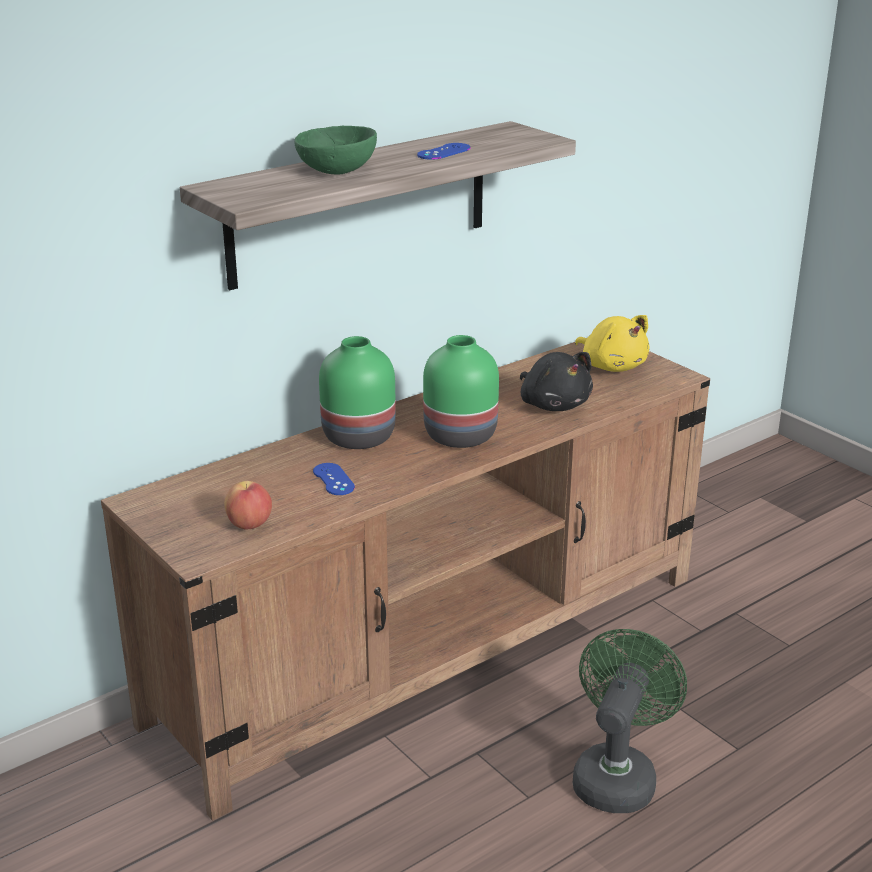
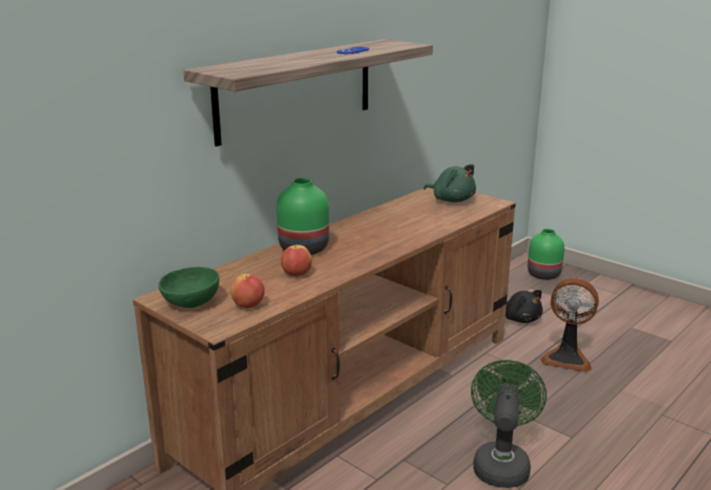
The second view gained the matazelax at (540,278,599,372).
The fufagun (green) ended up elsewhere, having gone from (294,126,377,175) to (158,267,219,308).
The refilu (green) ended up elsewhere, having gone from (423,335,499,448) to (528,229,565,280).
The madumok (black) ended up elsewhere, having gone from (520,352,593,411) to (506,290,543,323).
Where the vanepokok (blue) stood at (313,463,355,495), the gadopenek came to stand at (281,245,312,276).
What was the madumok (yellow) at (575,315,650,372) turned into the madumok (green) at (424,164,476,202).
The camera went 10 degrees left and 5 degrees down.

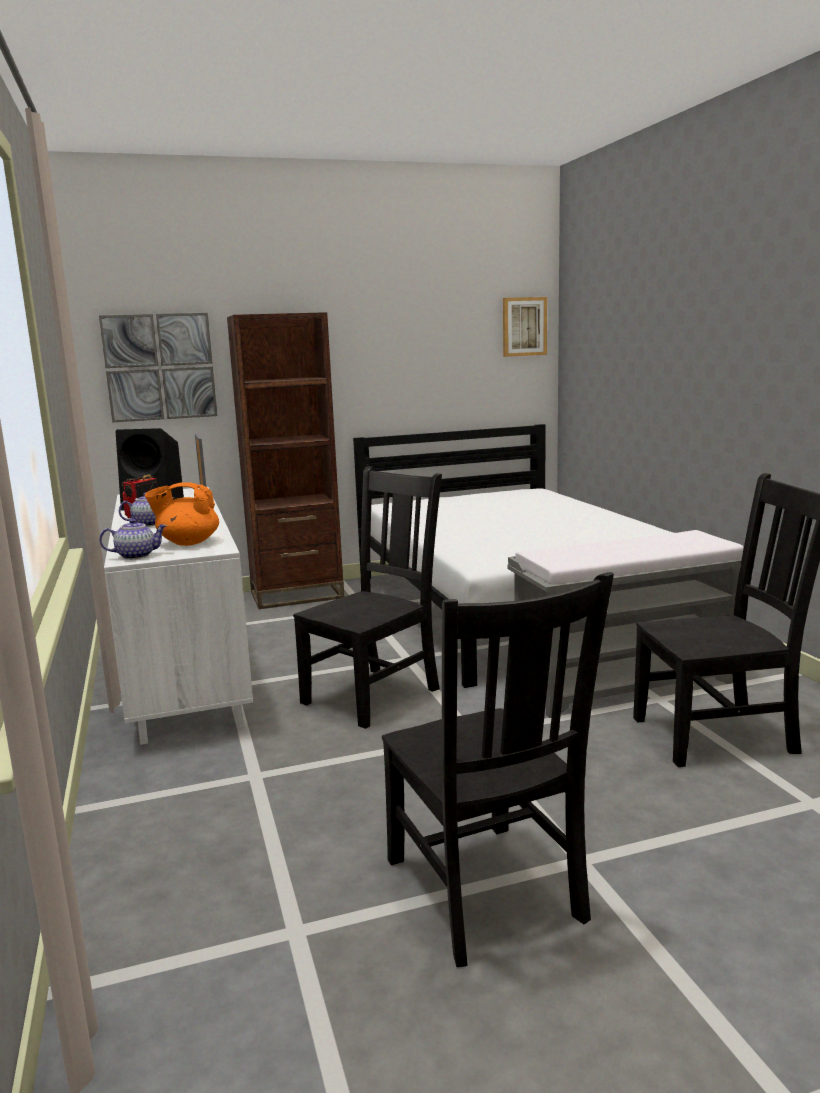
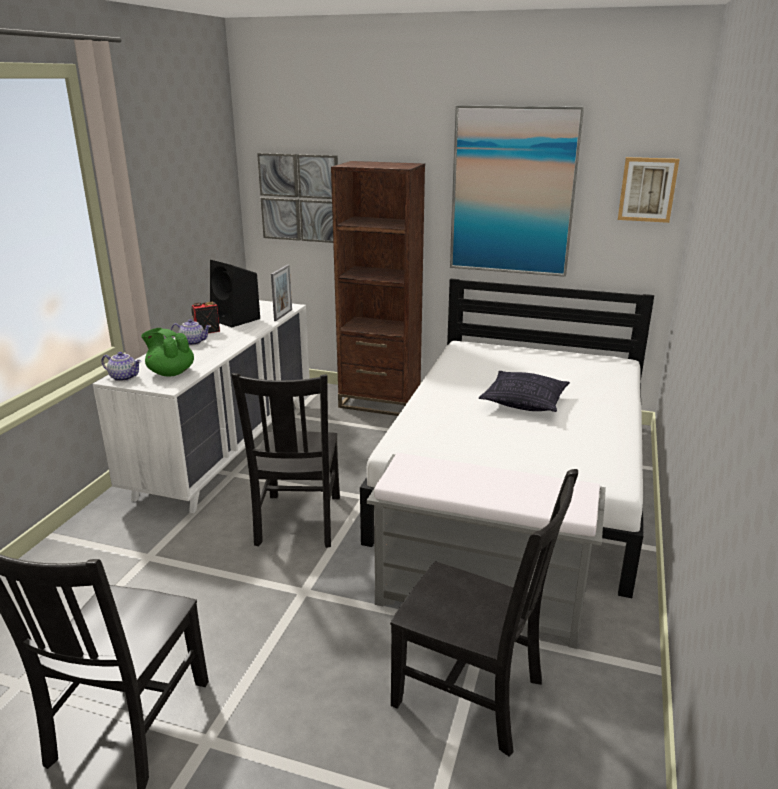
The second view gained the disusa at (450,105,584,277).
The second view gained the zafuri at (479,371,570,412).
What was the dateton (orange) at (145,482,219,546) turned into the dateton (green) at (141,328,194,376).
The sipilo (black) at (293,466,442,729) ended up facing another way, 105 degrees clockwise from before.
The camera went 35 degrees right and 10 degrees up.

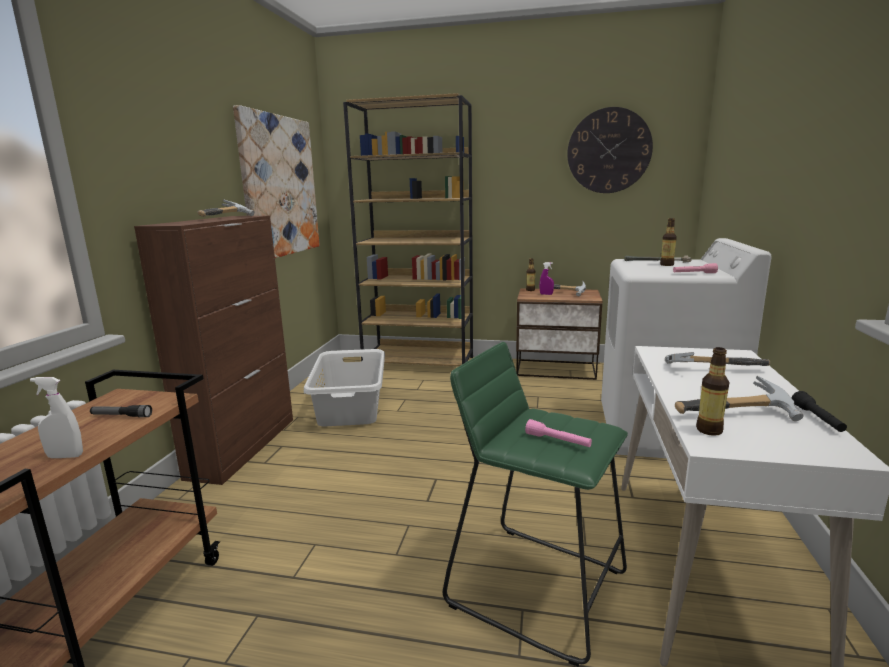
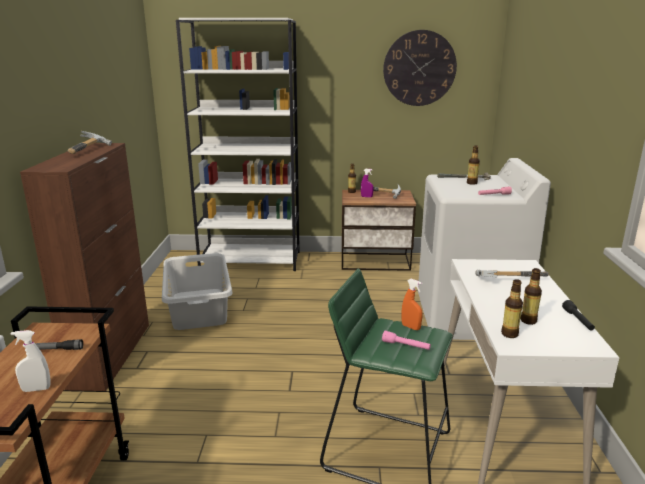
The second view lost the disusa at (233,105,320,258).
The second view gained the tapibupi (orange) at (401,279,423,330).
Where the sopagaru stood at (675,376,803,421), the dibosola came to stand at (520,268,542,325).
What was the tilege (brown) at (343,93,473,367) turned into the tilege (white) at (176,18,300,271).
The camera went 10 degrees left and 5 degrees up.

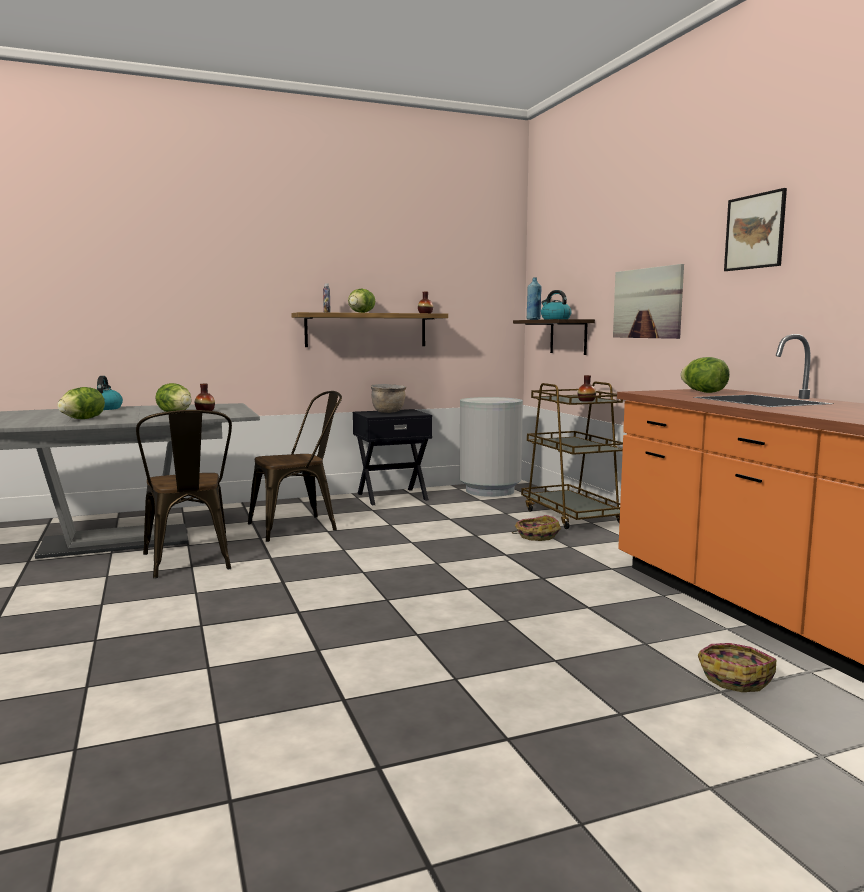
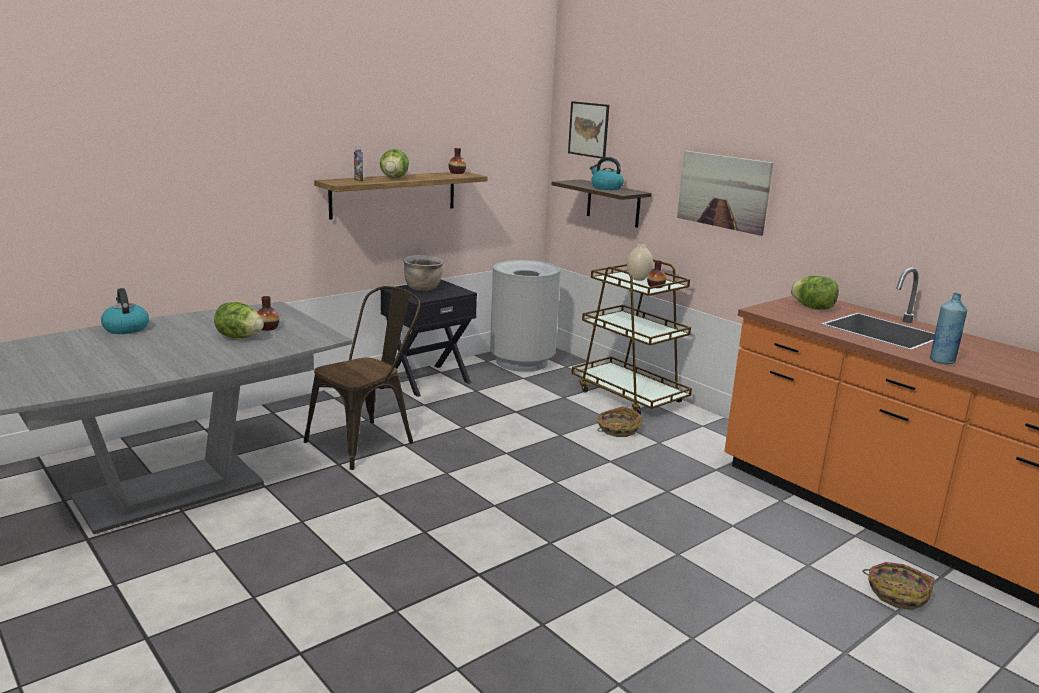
The second view lost the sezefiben at (57,387,105,419).
The second view lost the sipilo (brown) at (136,410,232,579).
The second view gained the refilu (beige) at (627,244,653,281).
The dibosola (blue) ended up elsewhere, having gone from (527,277,542,320) to (930,293,967,364).
The disusa ended up elsewhere, having gone from (724,188,787,271) to (568,101,609,159).
The camera went 20 degrees left and 10 degrees up.

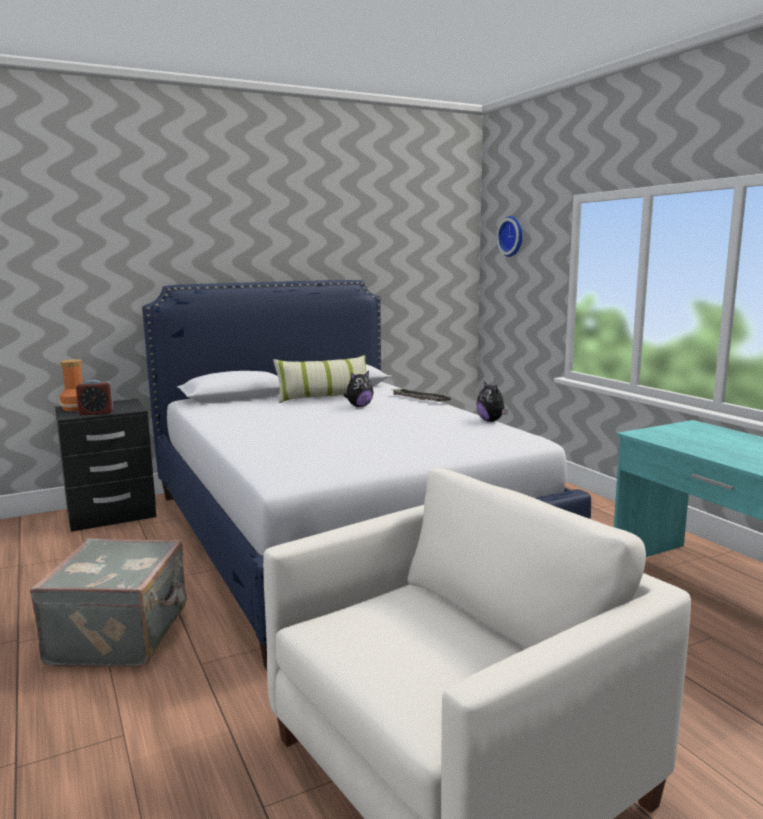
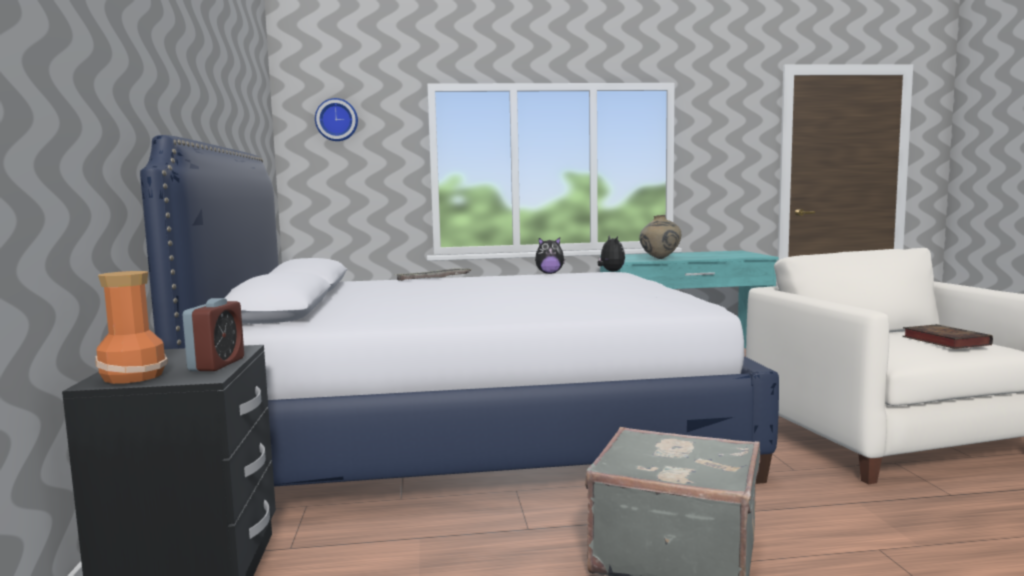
The second view lost the zafuri at (273,355,366,403).
The second view gained the refilu (beige) at (639,215,681,259).
The second view gained the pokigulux at (902,324,993,349).
The madumok ended up elsewhere, having gone from (344,371,374,407) to (597,236,625,272).
The camera went 70 degrees left and 5 degrees down.

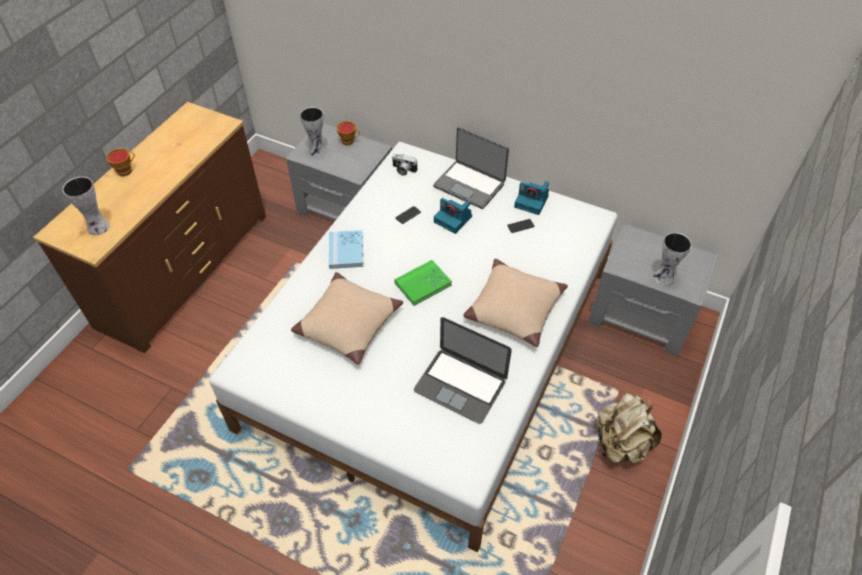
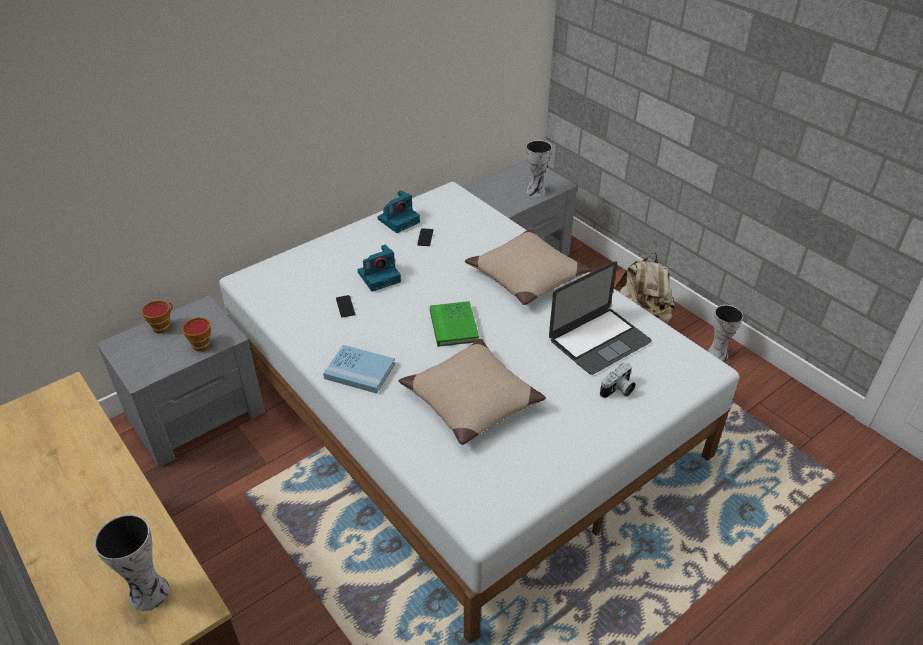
The second view lost the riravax at (433,127,509,209).
The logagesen ended up elsewhere, having gone from (106,148,135,176) to (182,317,211,351).
The refilu ended up elsewhere, having gone from (300,107,326,157) to (707,305,743,362).
The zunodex ended up elsewhere, having gone from (392,153,418,176) to (600,363,636,398).
The camera went 65 degrees left and 10 degrees down.

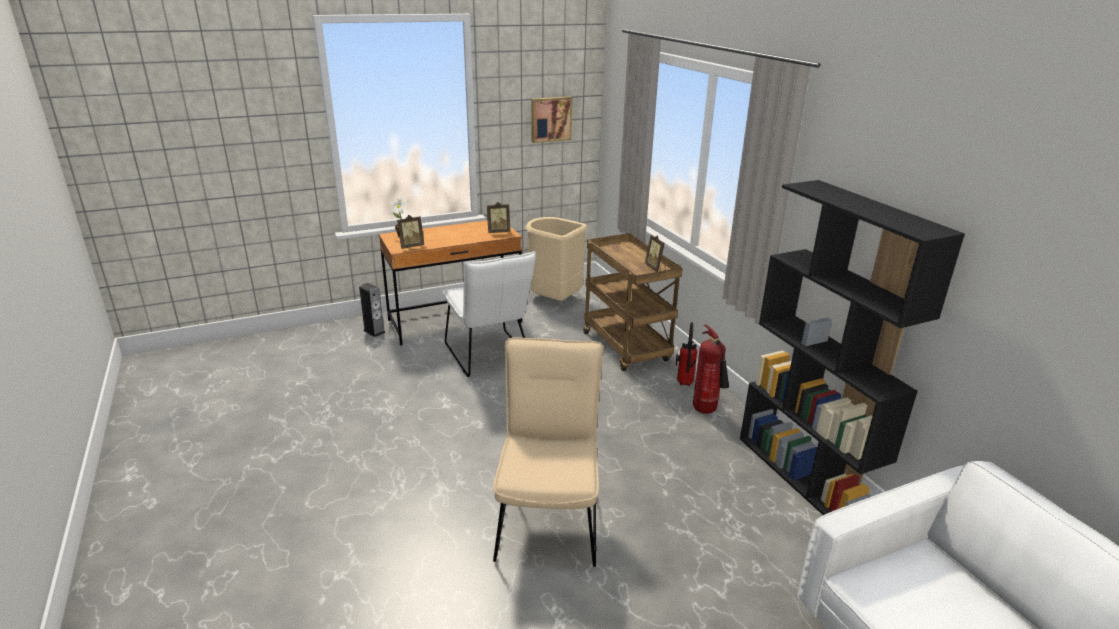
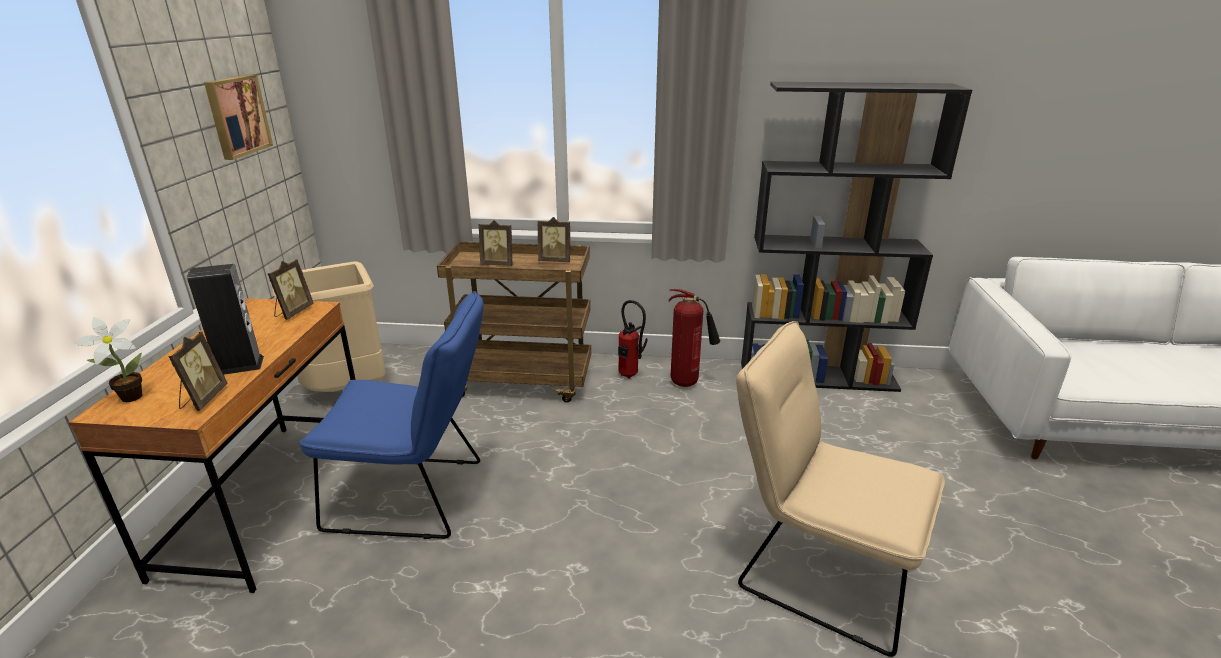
The second view gained the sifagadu at (479,220,512,266).
The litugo ended up elsewhere, having gone from (359,283,386,337) to (187,264,264,375).
What was the sipilo (white) at (443,251,536,377) turned into the sipilo (blue) at (299,291,484,539).
The camera went 60 degrees left and 0 degrees up.

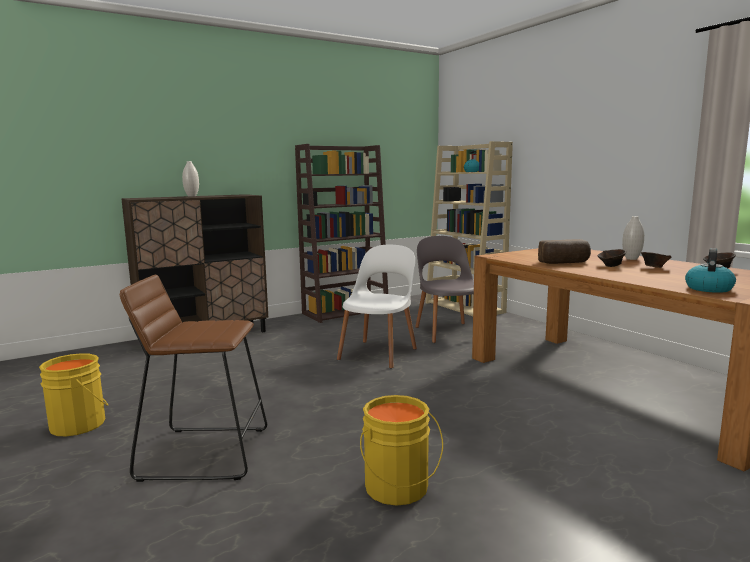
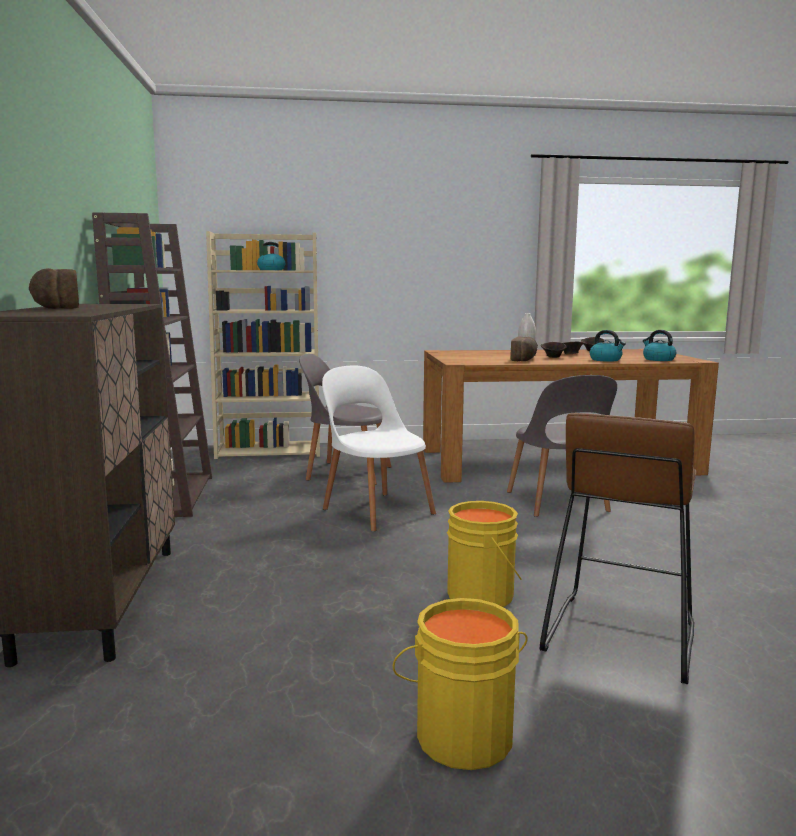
The second view gained the sipilo (grey) at (507,375,617,517).
The second view gained the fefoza at (590,330,626,362).
The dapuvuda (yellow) ended up elsewhere, having gone from (360,395,443,506) to (447,501,522,607).
Where the refilu (white) stood at (182,161,199,197), the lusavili came to stand at (29,268,79,309).
The camera went 65 degrees left and 0 degrees up.

